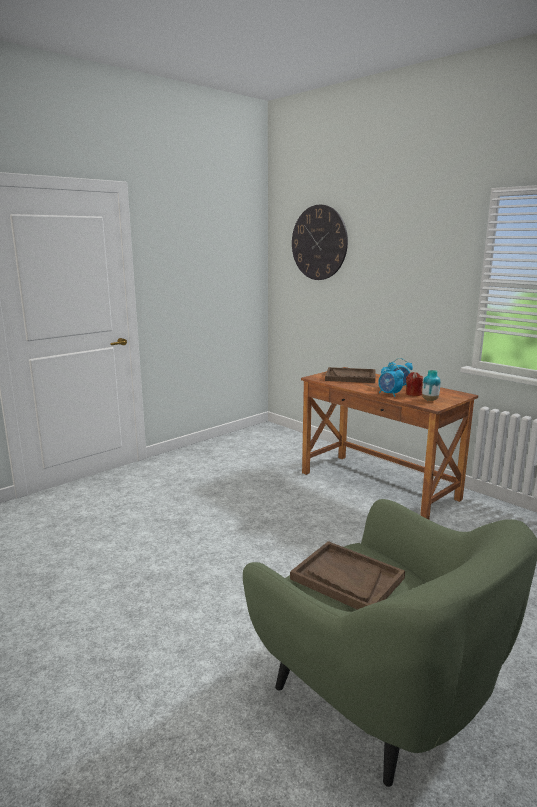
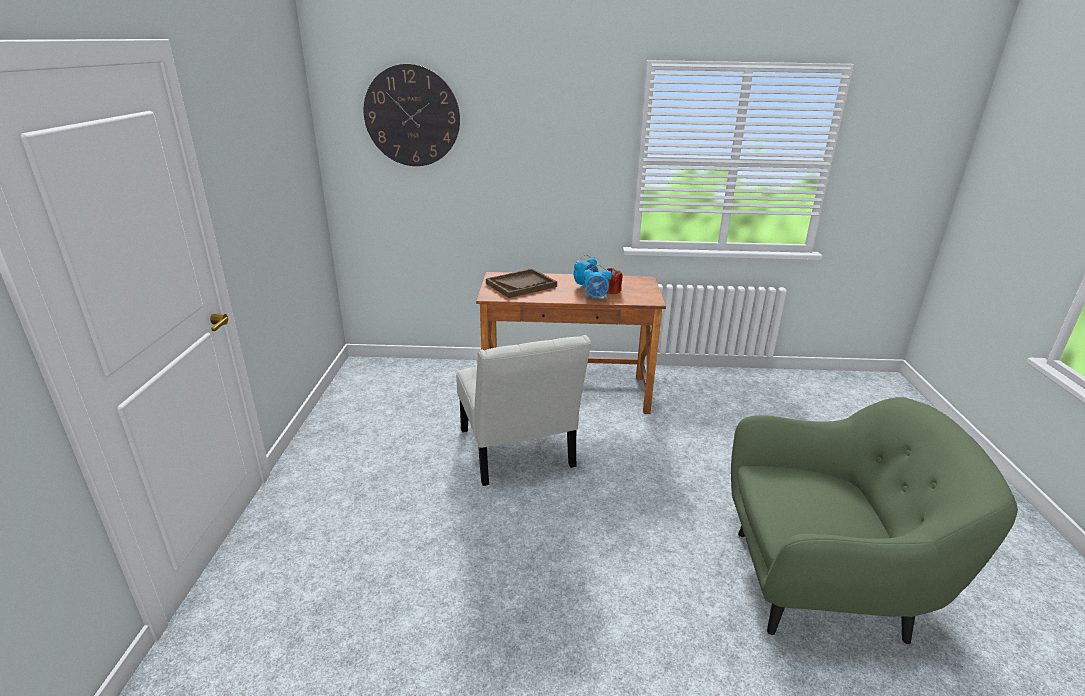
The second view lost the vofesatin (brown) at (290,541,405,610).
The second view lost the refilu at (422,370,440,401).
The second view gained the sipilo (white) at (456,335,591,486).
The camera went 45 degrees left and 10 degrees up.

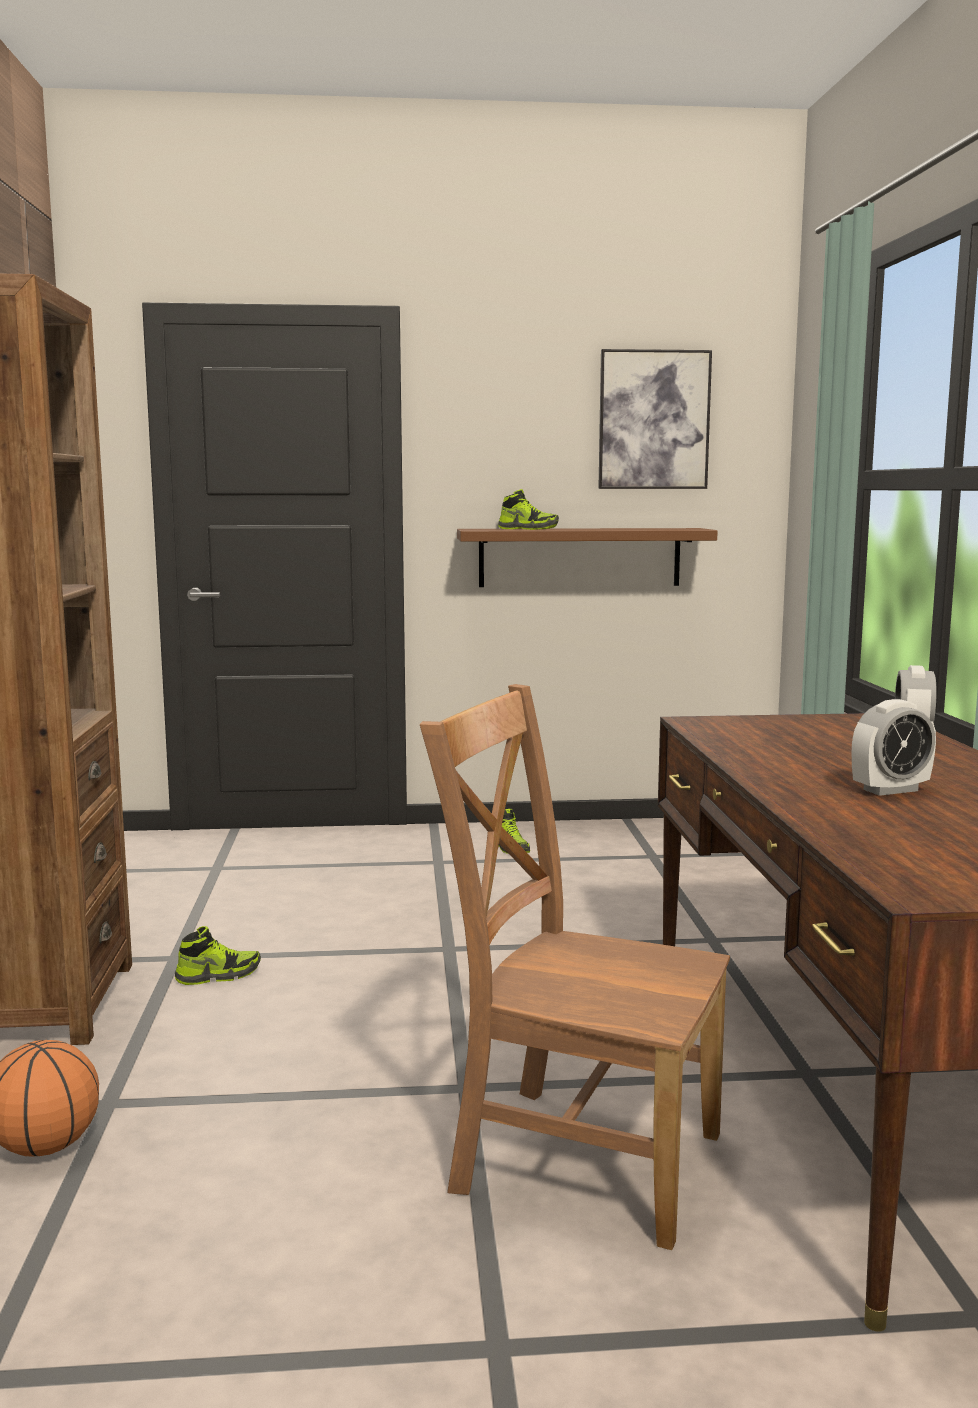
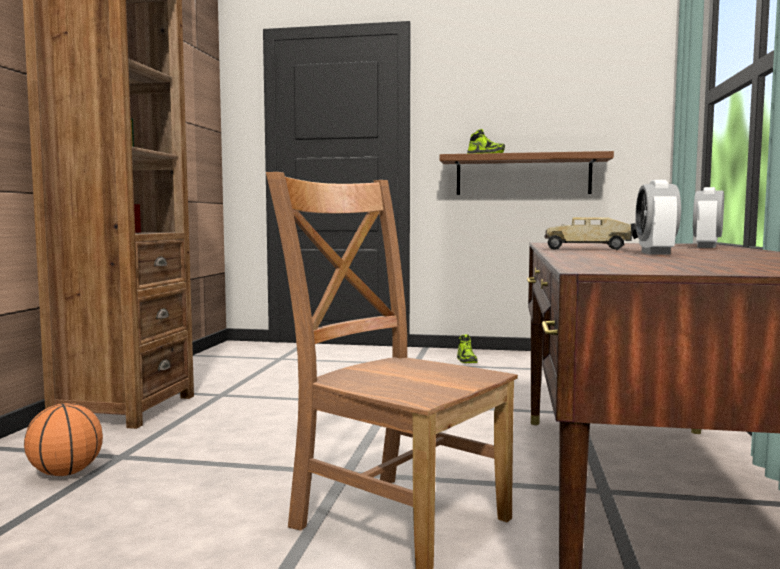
The second view lost the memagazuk at (175,926,261,985).
The second view lost the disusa at (598,349,712,489).
The second view gained the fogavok at (544,218,638,250).
The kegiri at (852,699,936,796) ended up facing another way, 105 degrees clockwise from before.
The camera went 15 degrees right and 5 degrees down.

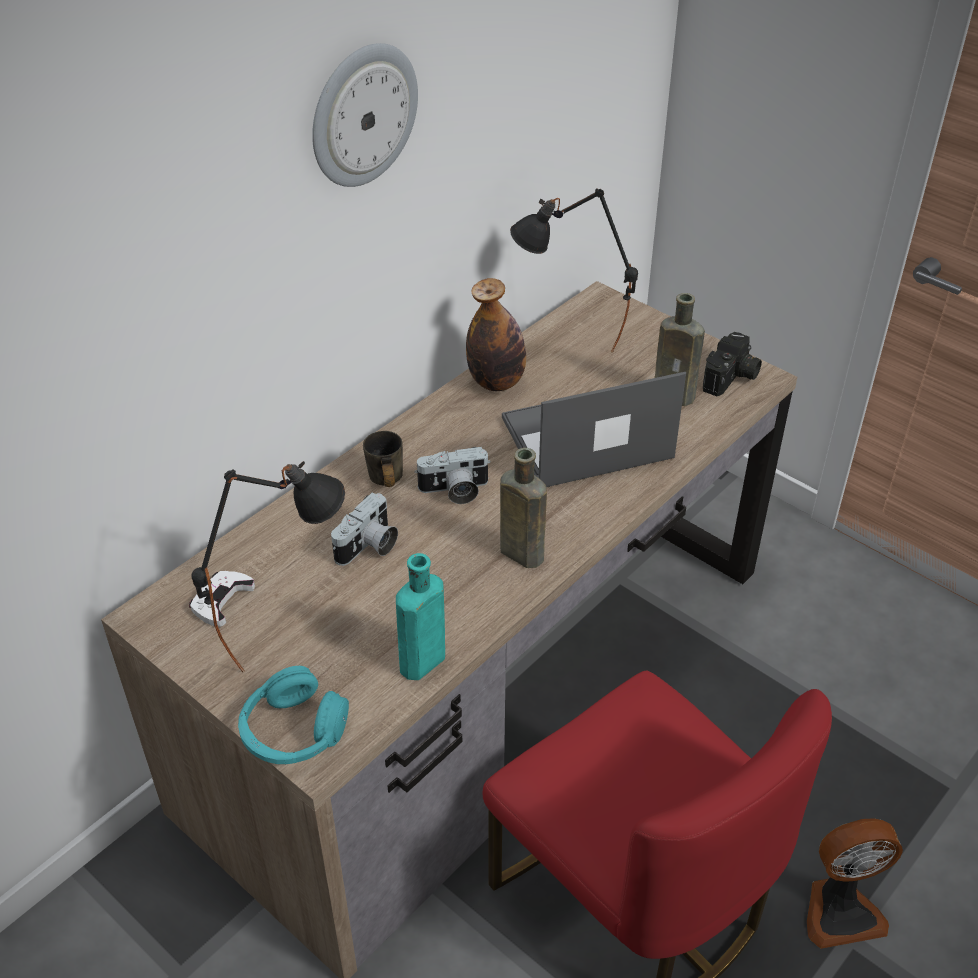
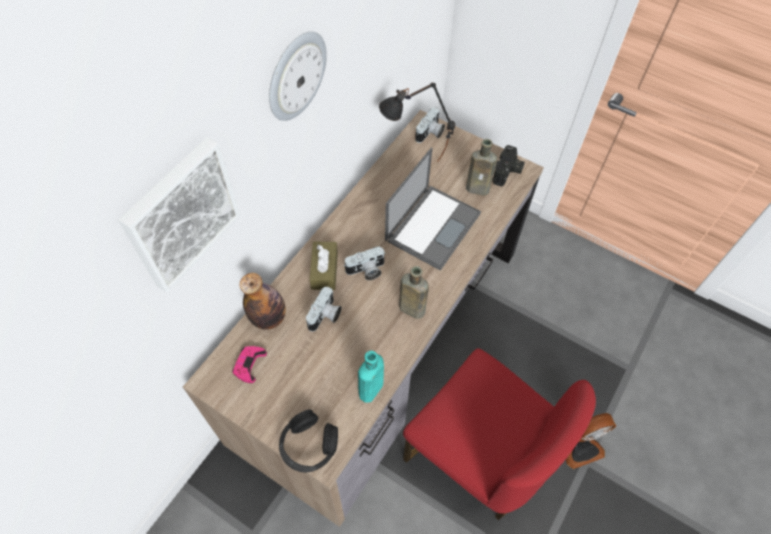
The second view lost the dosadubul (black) at (191,461,345,672).
The second view gained the disusa at (118,137,240,293).
The second view gained the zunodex at (415,107,445,143).
The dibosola ended up elsewhere, having gone from (466,278,526,391) to (240,273,286,330).
Where the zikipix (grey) stood at (363,431,403,487), the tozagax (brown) came to stand at (309,241,338,290).
What was the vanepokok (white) at (189,571,255,627) turned into the vanepokok (pink) at (232,346,267,383).
What was the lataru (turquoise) at (238,666,349,764) turned into the lataru (black) at (279,409,338,472).
The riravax at (502,372,686,487) ended up facing another way, 150 degrees clockwise from before.
The camera went 10 degrees left and 15 degrees up.

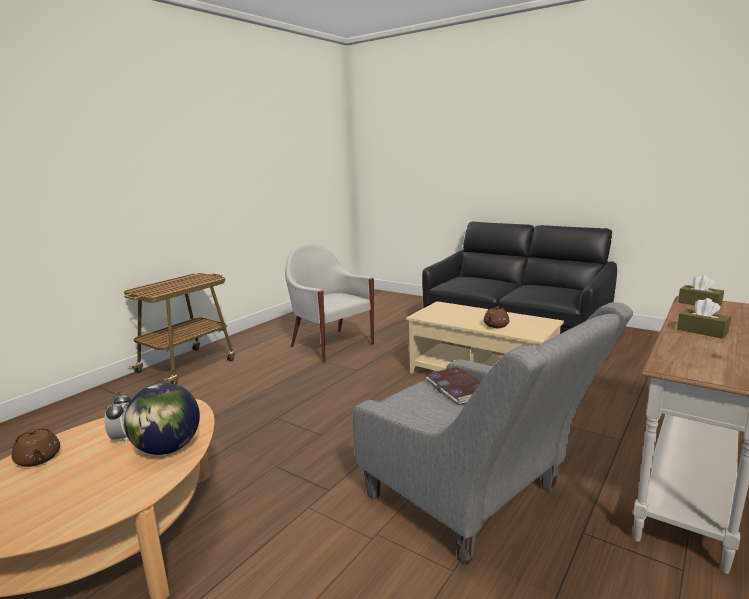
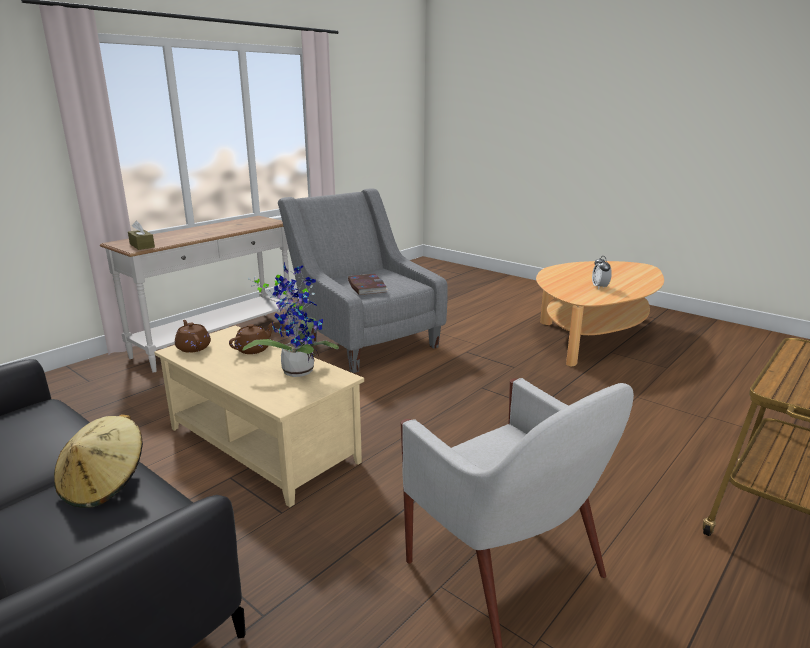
The second view lost the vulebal at (124,383,200,455).
The second view lost the tozagax (brown) at (677,298,731,339).
The second view gained the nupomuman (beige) at (54,414,143,508).
The second view gained the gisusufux at (242,262,339,377).
The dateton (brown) ended up elsewhere, having gone from (12,428,60,467) to (175,320,211,353).
The camera went 175 degrees left and 5 degrees up.

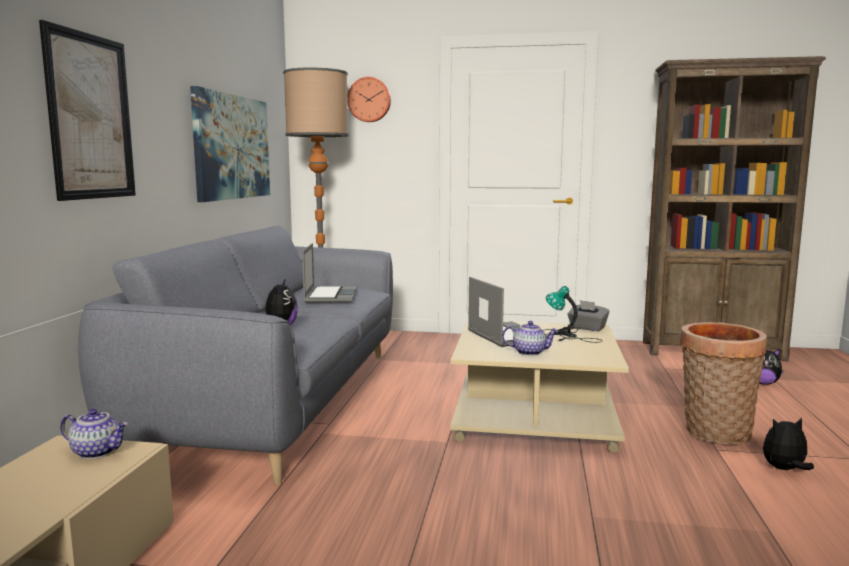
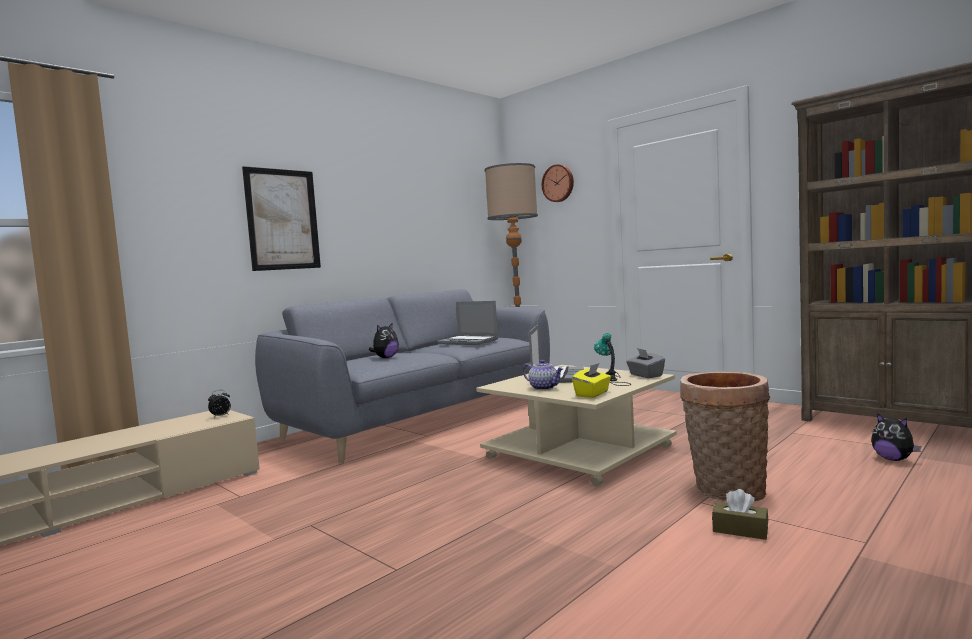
The second view lost the disusa at (190,86,270,202).
The second view gained the tozagax (yellow) at (572,363,611,398).
Where the dateton stood at (60,409,128,459), the kegiri came to stand at (208,390,231,418).
Where the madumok stood at (763,417,814,470), the tozagax (brown) came to stand at (712,489,768,540).
The riravax at (302,243,357,303) ended up facing another way, 90 degrees clockwise from before.
The camera went 35 degrees right and 5 degrees down.

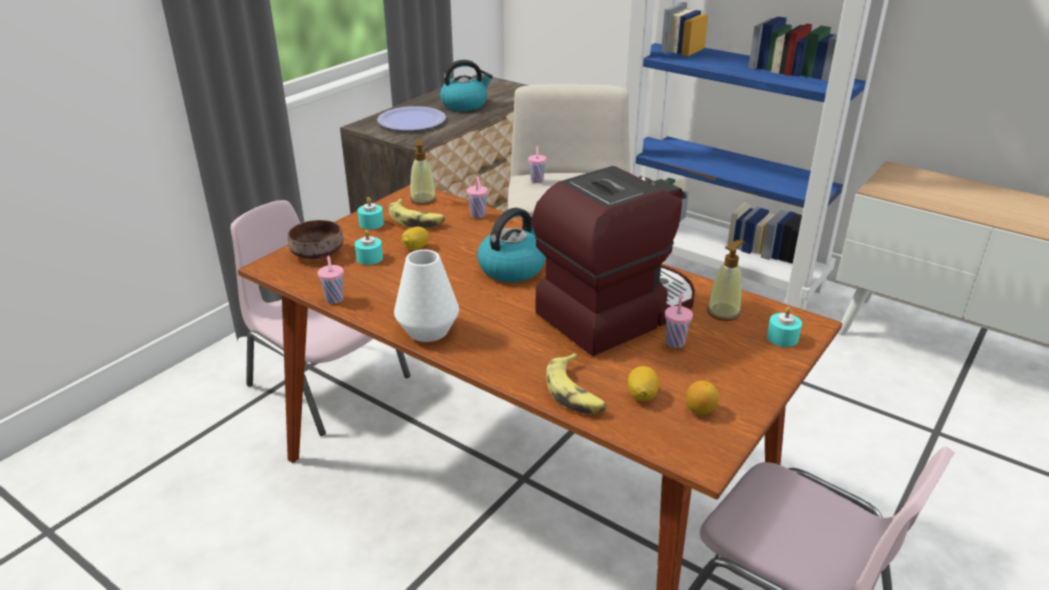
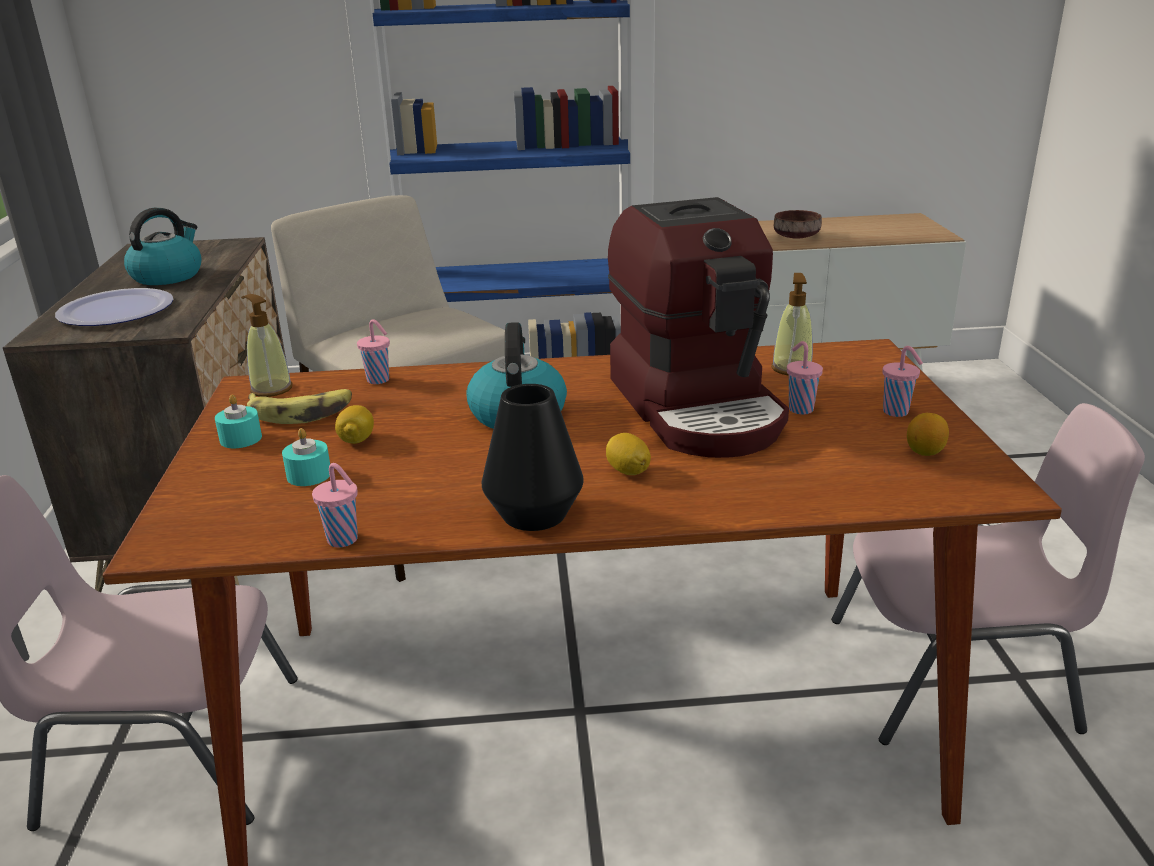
The second view lost the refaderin at (546,353,607,414).
The second view lost the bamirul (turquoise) at (767,307,802,347).
The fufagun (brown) ended up elsewhere, having gone from (288,220,343,259) to (774,210,822,239).
The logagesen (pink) ended up elsewhere, having gone from (528,146,547,183) to (882,346,923,417).
The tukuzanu ended up elsewhere, having gone from (628,366,659,401) to (606,433,651,475).
What was the refilu (white) at (394,249,459,342) turned into the refilu (black) at (482,384,583,531).
The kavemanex at (532,166,695,356) ended up facing another way, 150 degrees clockwise from before.
The camera went 40 degrees left and 5 degrees down.

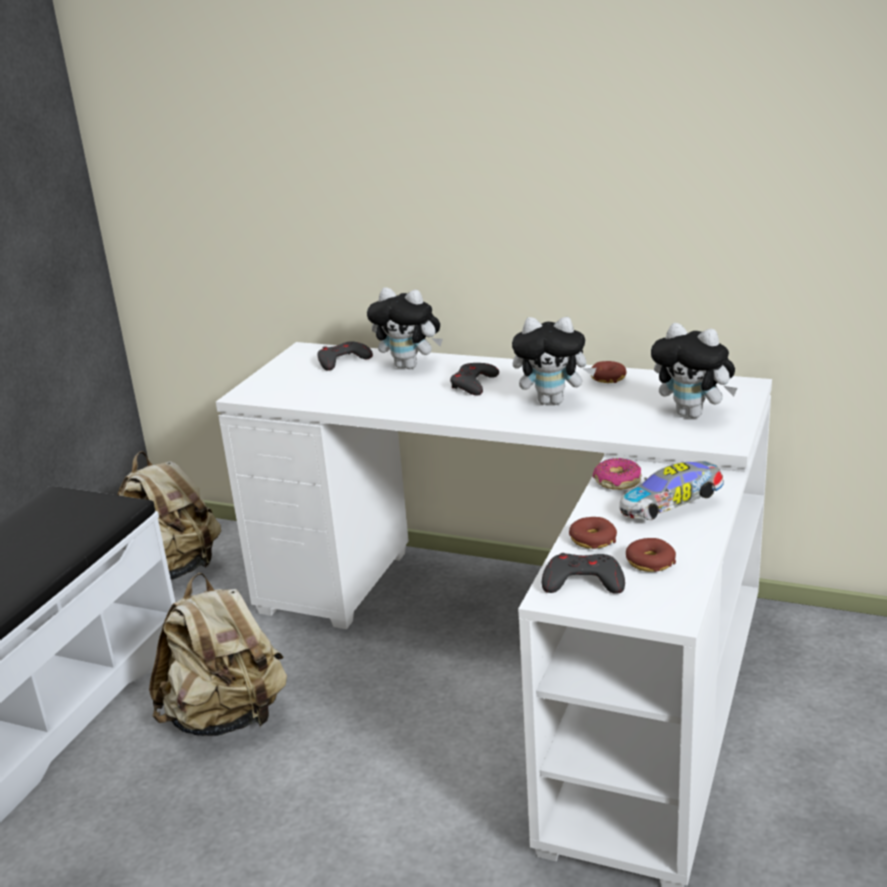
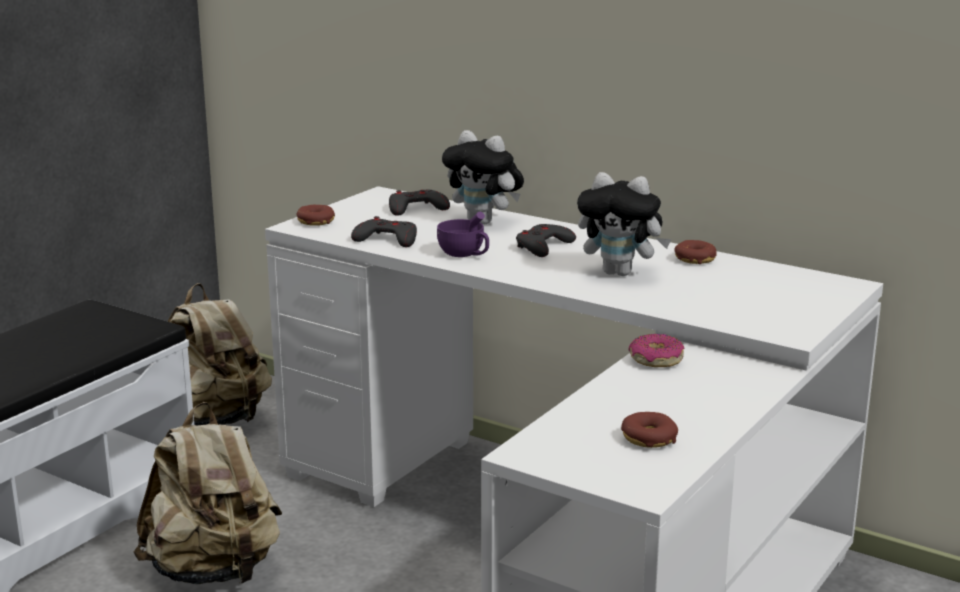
The second view lost the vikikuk at (620,461,724,520).
The second view lost the madumok at (651,323,738,418).
The second view gained the logagesen (purple) at (437,212,489,257).
The vanepokok (grey) ended up elsewhere, having gone from (542,553,625,594) to (351,216,417,247).
The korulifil ended up elsewhere, having gone from (569,517,617,549) to (297,205,335,226).
The camera went 10 degrees right and 5 degrees down.

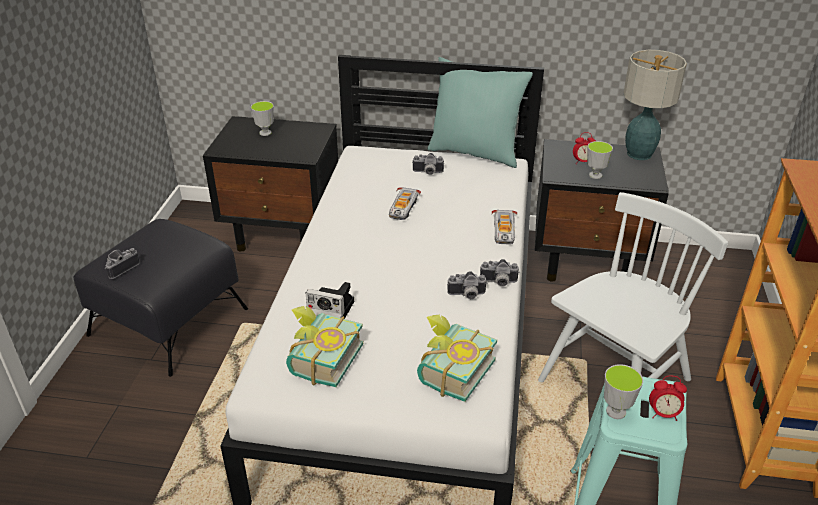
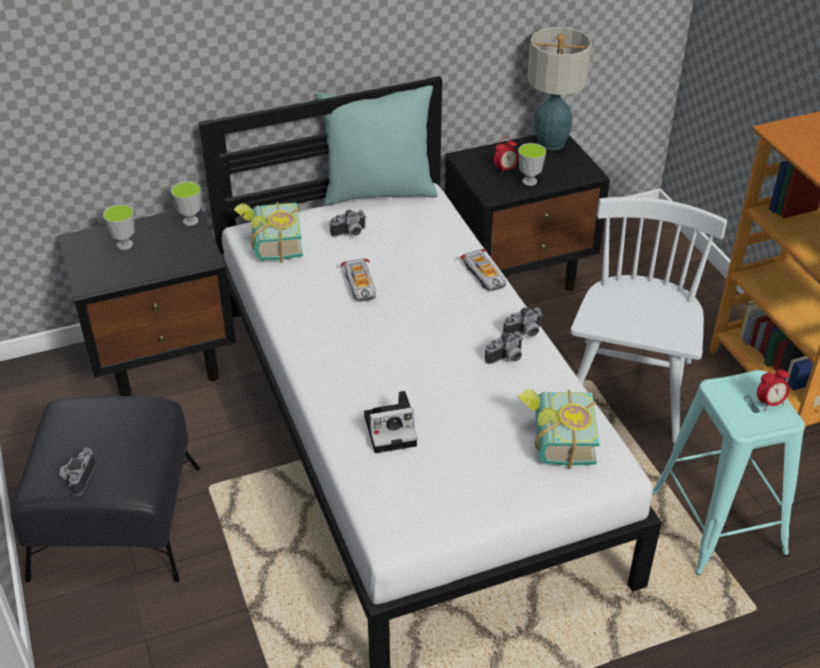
The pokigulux ended up elsewhere, having gone from (286,306,363,387) to (234,202,303,262).
The logagesen ended up elsewhere, having gone from (604,364,643,419) to (171,182,201,226).
The camera went 30 degrees left and 5 degrees up.

